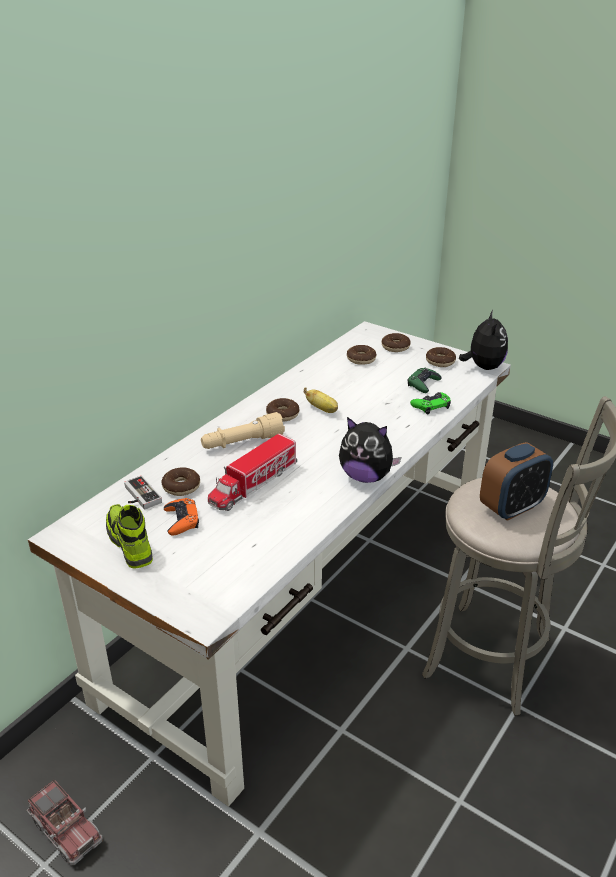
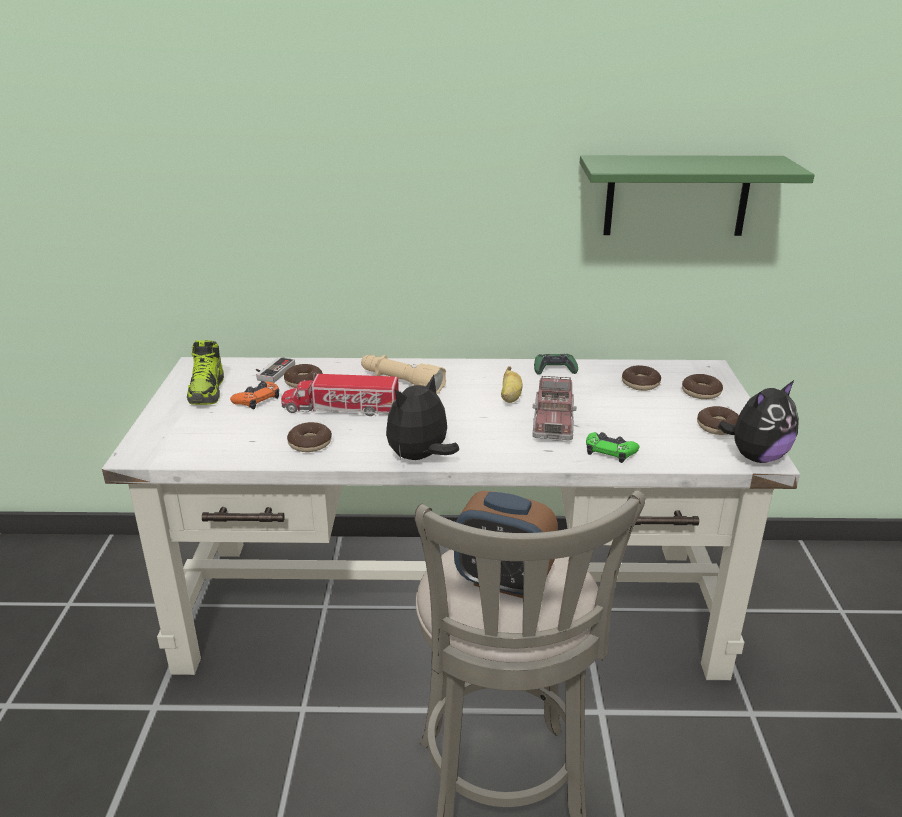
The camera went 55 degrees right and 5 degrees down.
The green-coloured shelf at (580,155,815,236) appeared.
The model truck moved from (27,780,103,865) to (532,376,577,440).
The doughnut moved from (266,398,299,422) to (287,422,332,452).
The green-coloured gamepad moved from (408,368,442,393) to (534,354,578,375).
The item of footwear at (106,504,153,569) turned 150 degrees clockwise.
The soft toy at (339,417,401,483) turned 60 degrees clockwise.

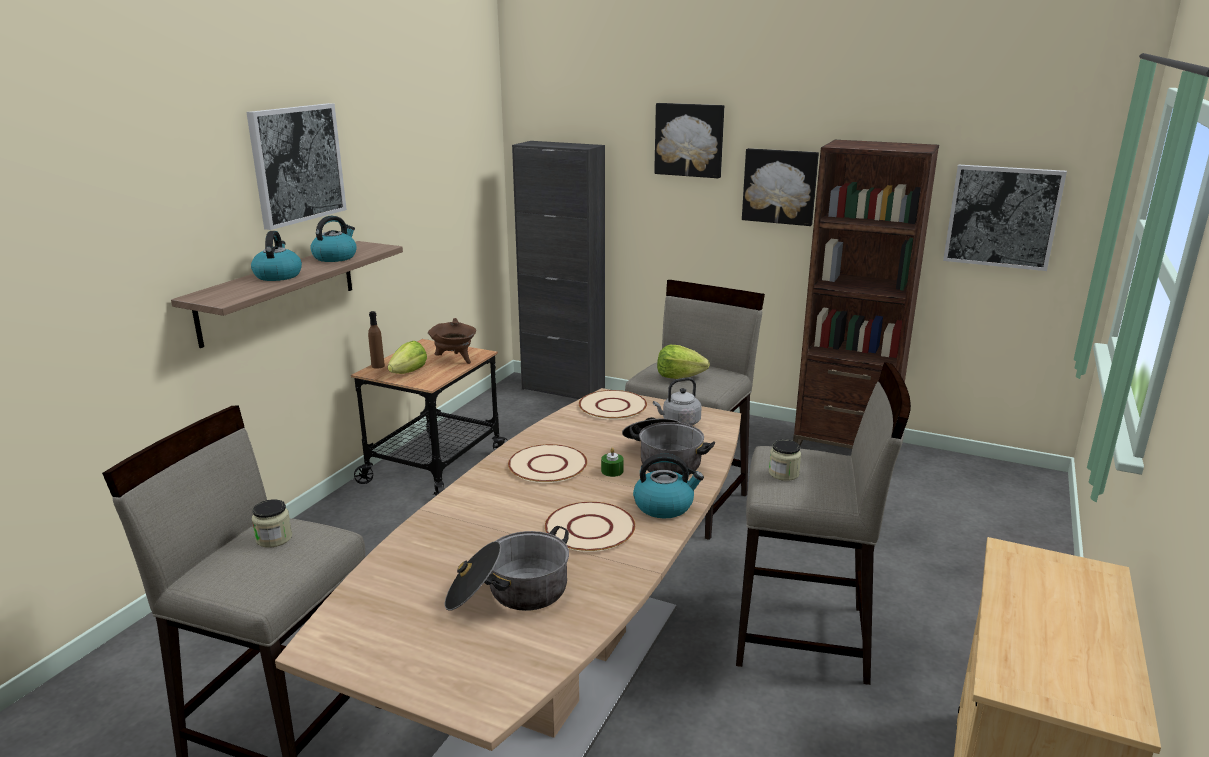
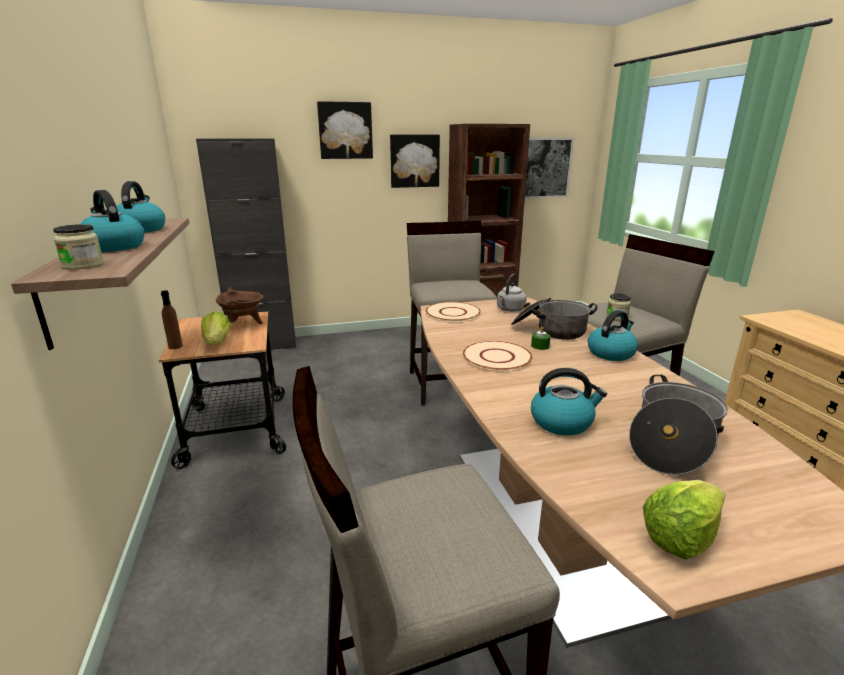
The camera went 40 degrees left and 0 degrees up.
The wall art at (246,103,347,230) disappeared.
The beige plate at (545,502,635,552) disappeared.
The kettle at (531,368,607,436) appeared.
The jar moved from (252,499,292,548) to (53,224,104,270).
The lettuce head moved from (657,345,710,379) to (643,480,725,559).

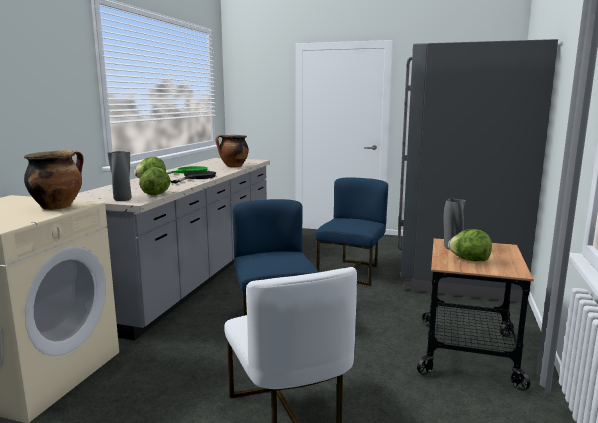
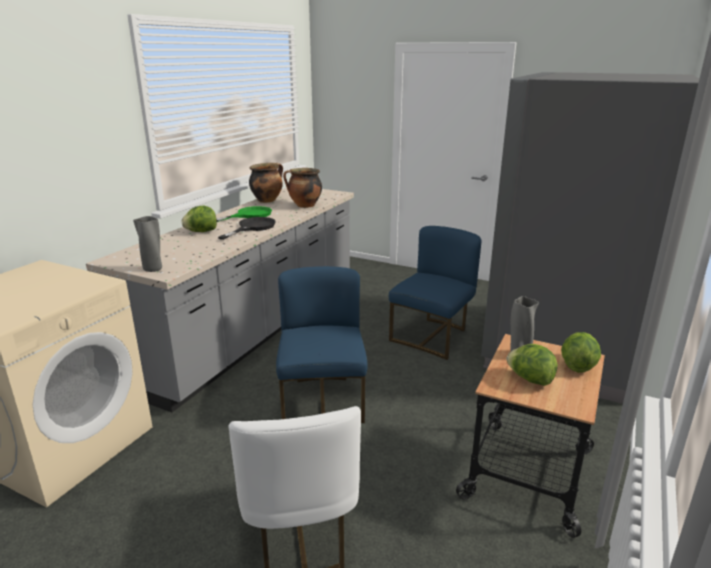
The camera went 10 degrees right and 10 degrees up.
The cooking pot moved from (24,150,84,210) to (249,163,283,203).
The lettuce head moved from (139,167,171,195) to (561,332,601,373).

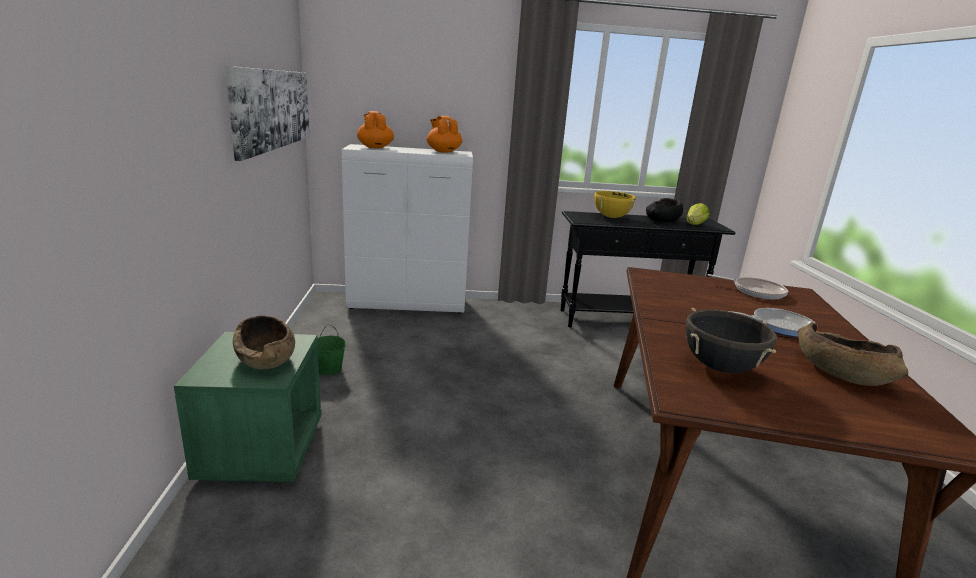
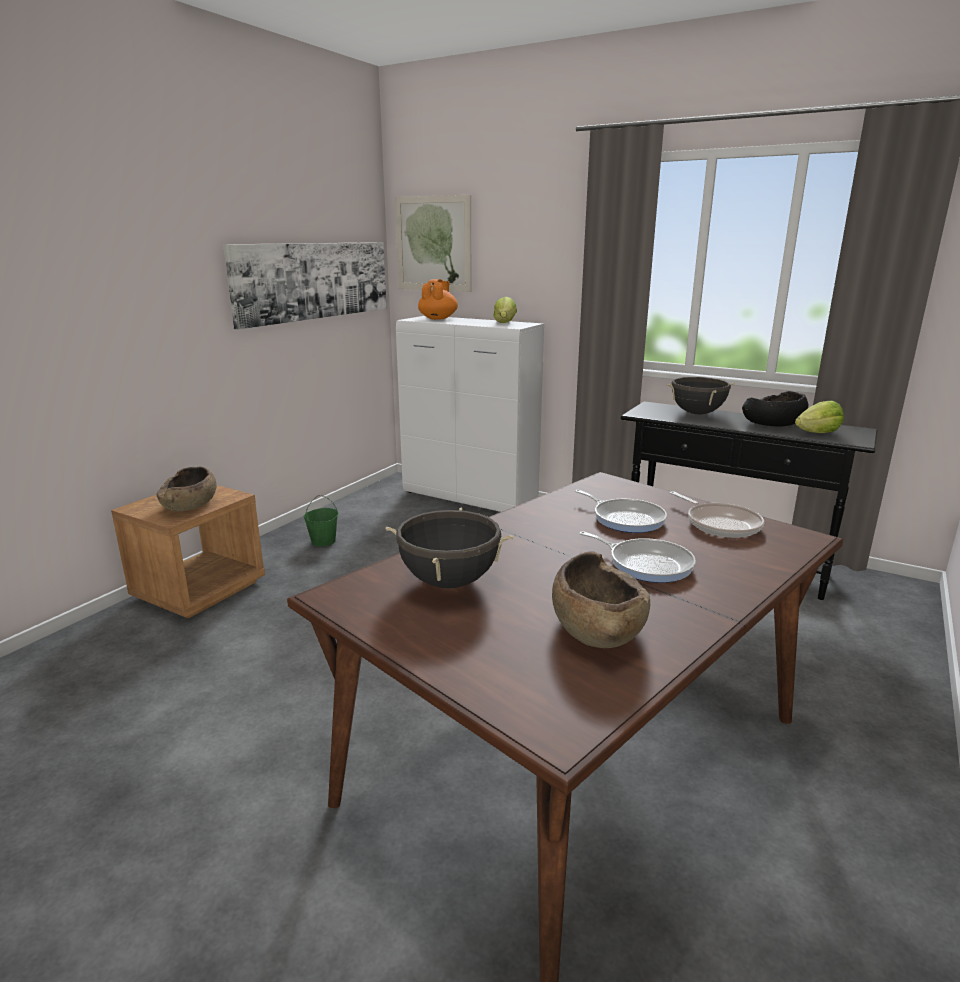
The camera went 35 degrees right and 0 degrees up.
The wall art at (395,195,472,292) appeared.
The pan at (575,490,667,533) appeared.
The orange tea pot at (427,116,462,153) was replaced by the lettuce head at (493,297,517,323).
The green-coloured bedside table at (174,332,322,482) became the brown-coloured bedside table at (111,485,265,619).
The yellow-coloured cooking pot at (594,191,636,218) became the black-coloured cooking pot at (667,377,735,414).

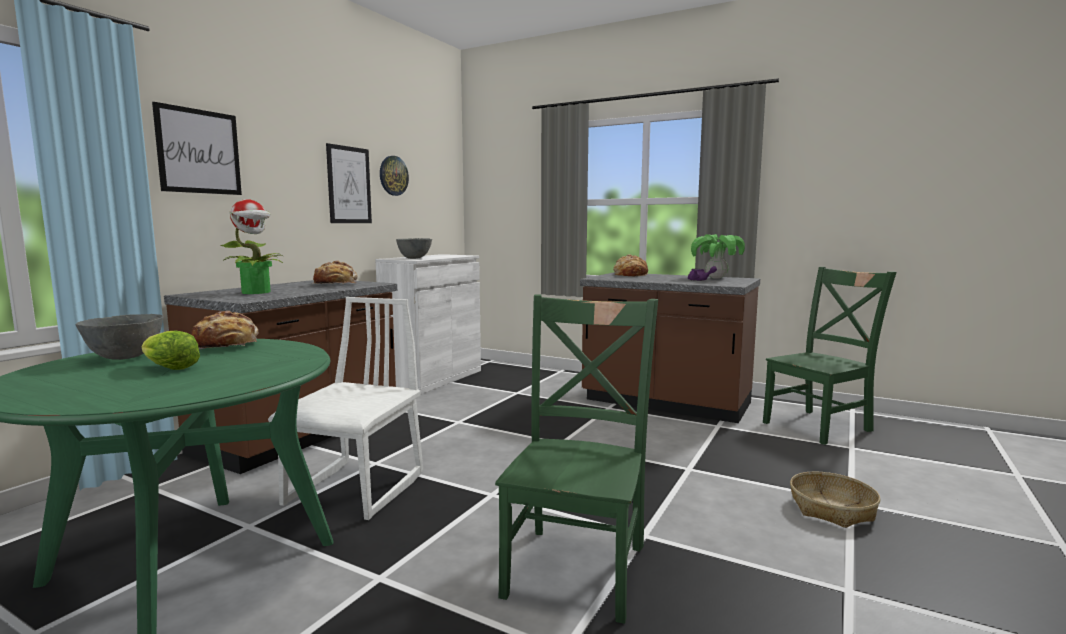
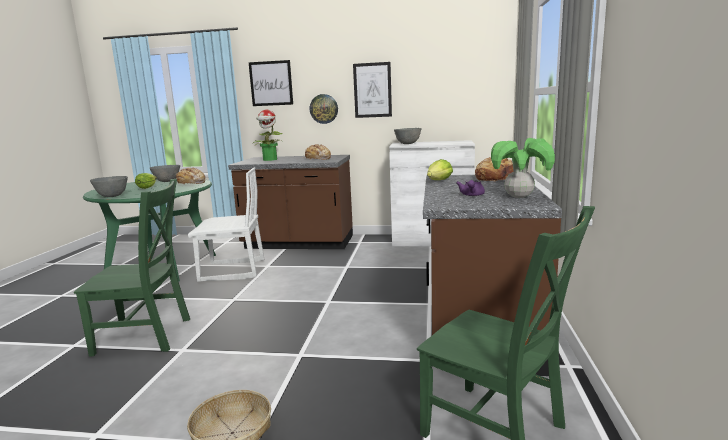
The camera went 70 degrees right and 5 degrees up.
The grey serving bowl at (90,176,128,197) appeared.
The lettuce head at (427,159,453,180) appeared.
The hanging clock moved from (380,156,409,196) to (310,94,338,124).

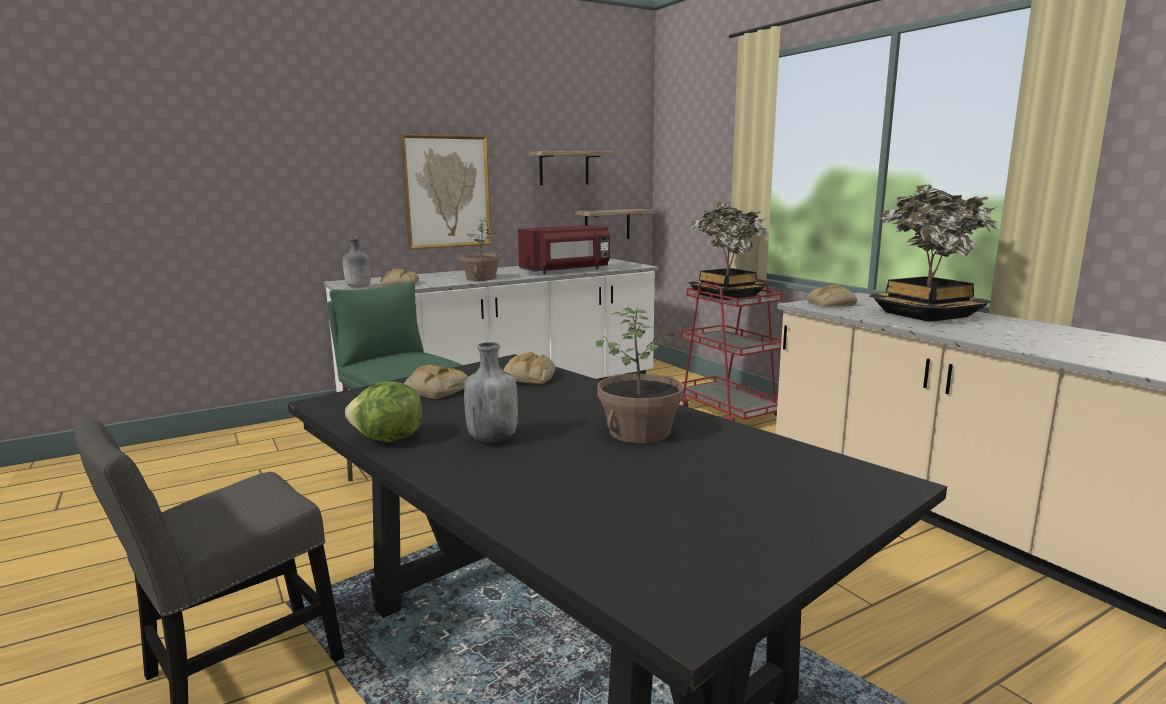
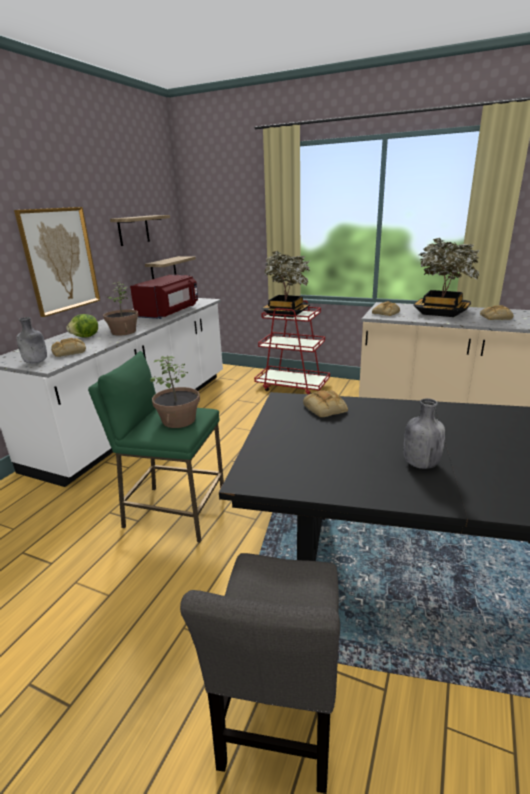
The camera went 35 degrees left and 10 degrees up.
The lettuce head moved from (345,381,423,442) to (66,314,98,337).
The bakery bread moved from (404,365,468,399) to (480,305,514,320).
The plant in a pot moved from (596,307,684,443) to (150,356,200,428).

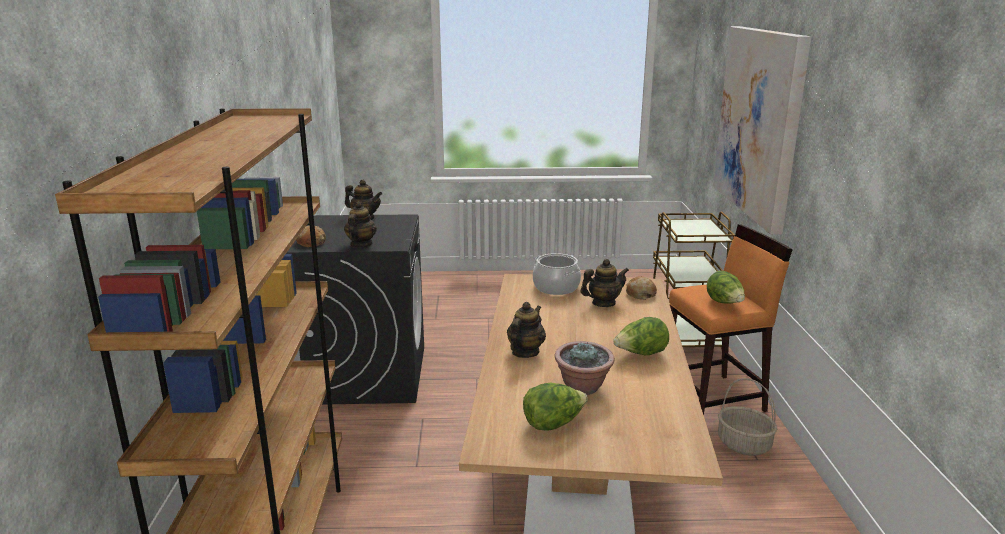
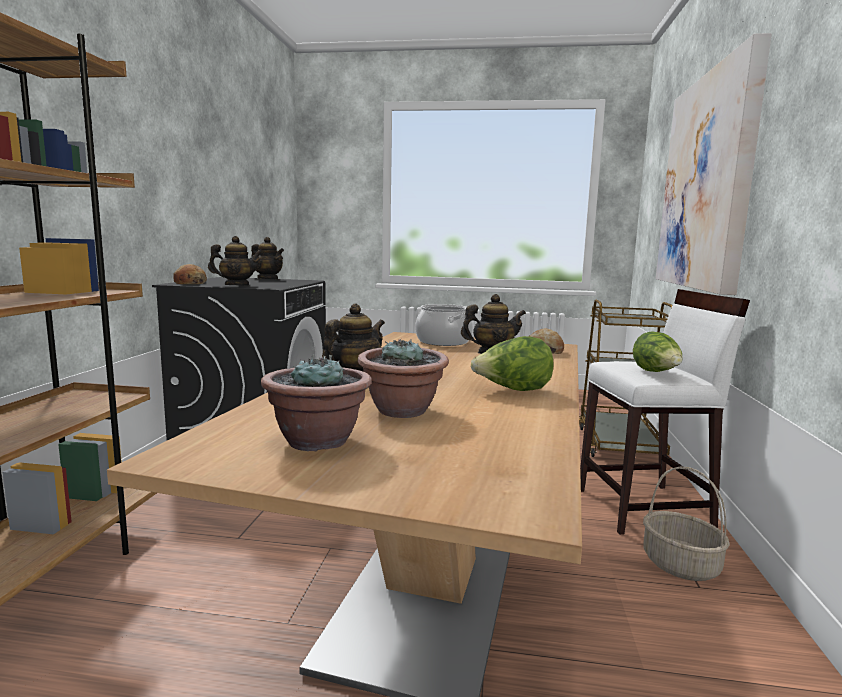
The camera went 10 degrees right and 10 degrees down.
The lettuce head at (523,383,588,430) was replaced by the plant in a pot at (261,354,372,451).
The orange stool at (669,224,793,415) became the white-coloured stool at (580,289,750,535).
The tea pot at (344,201,377,248) turned 60 degrees clockwise.

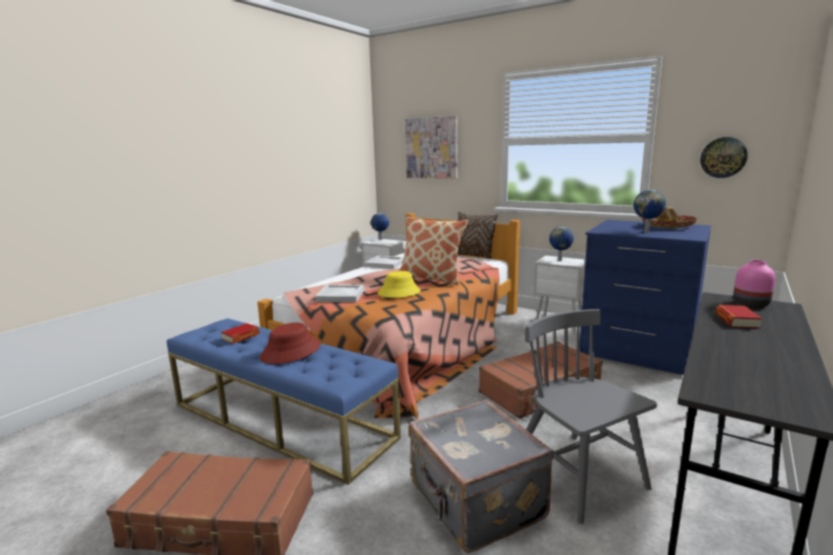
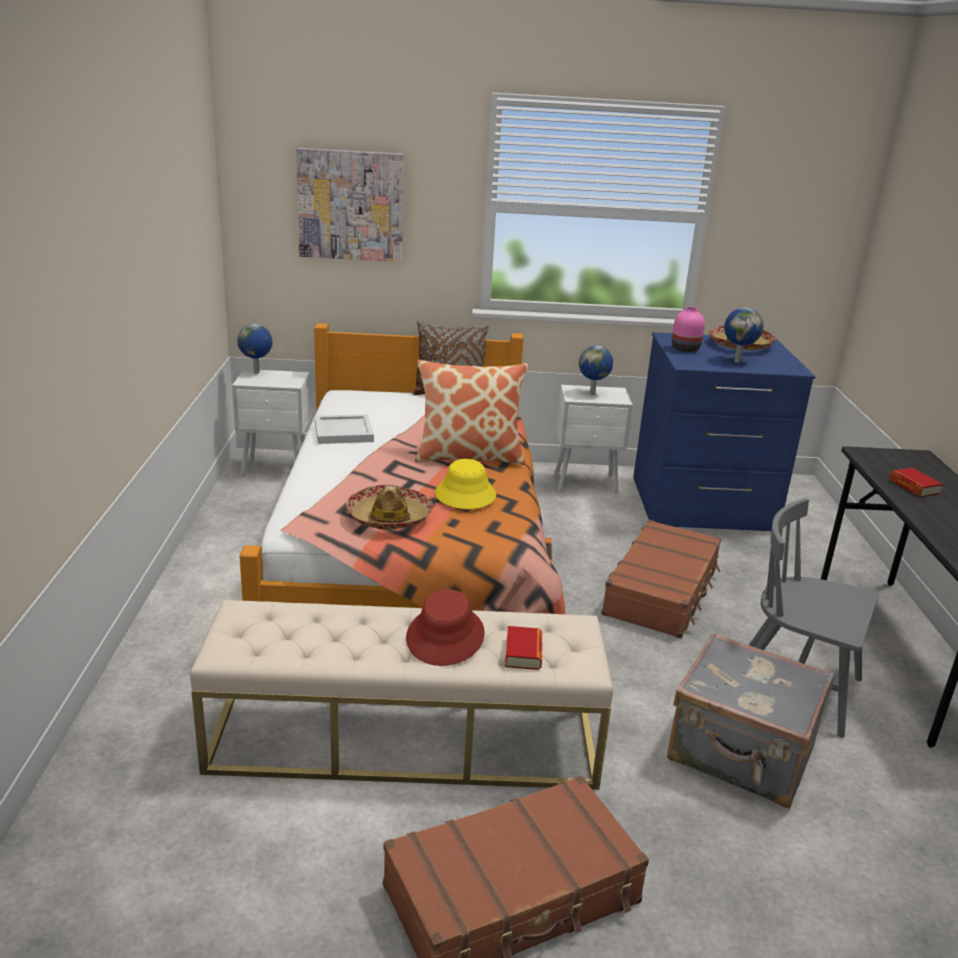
The camera went 35 degrees left and 10 degrees up.
The hanging clock at (700,137,748,178) disappeared.
The volume moved from (221,323,259,344) to (505,626,542,670).
The pinkish vase moved from (733,260,776,308) to (672,307,705,352).
The white-coloured carrying tray at (315,285,364,302) was replaced by the hat at (346,485,433,530).
The blue-coloured long seat at (167,318,401,485) became the beige long seat at (190,600,613,790).

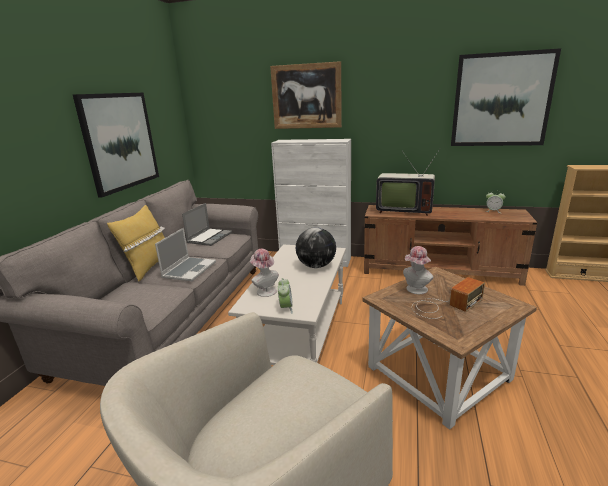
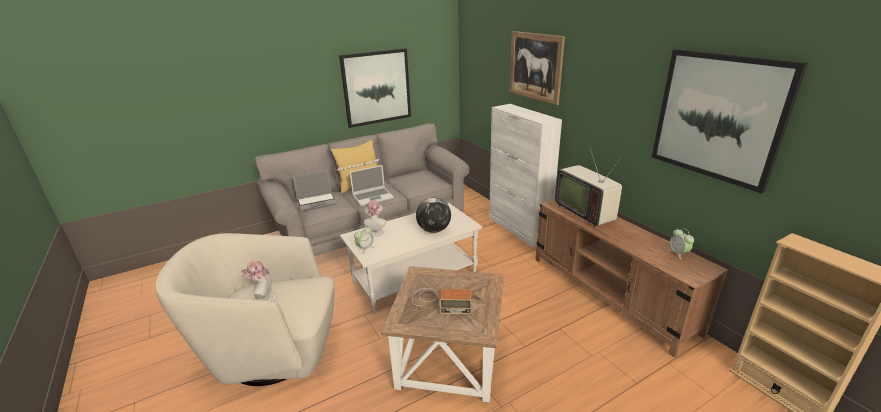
The camera went 45 degrees right and 5 degrees up.
The laptop moved from (182,203,232,246) to (292,169,337,211).
The hat moved from (403,246,433,294) to (241,261,277,301).

